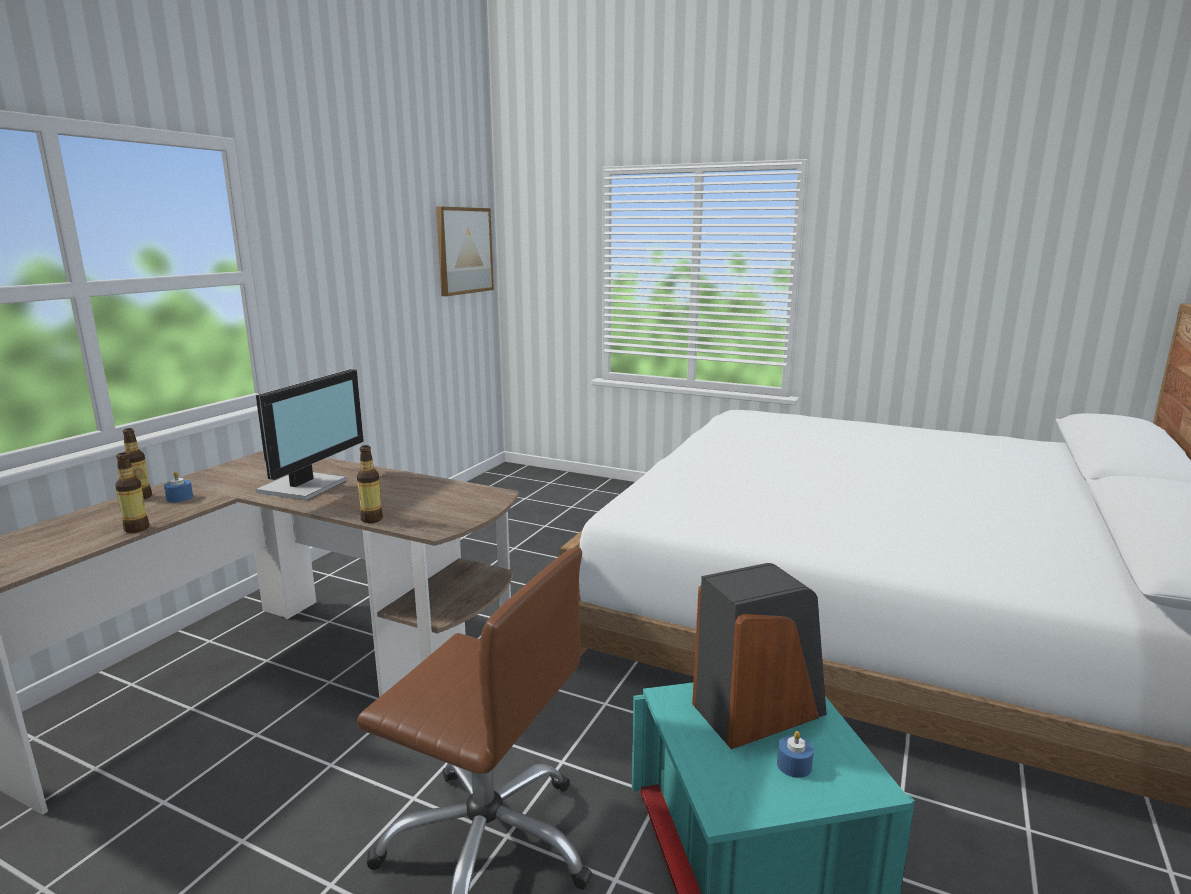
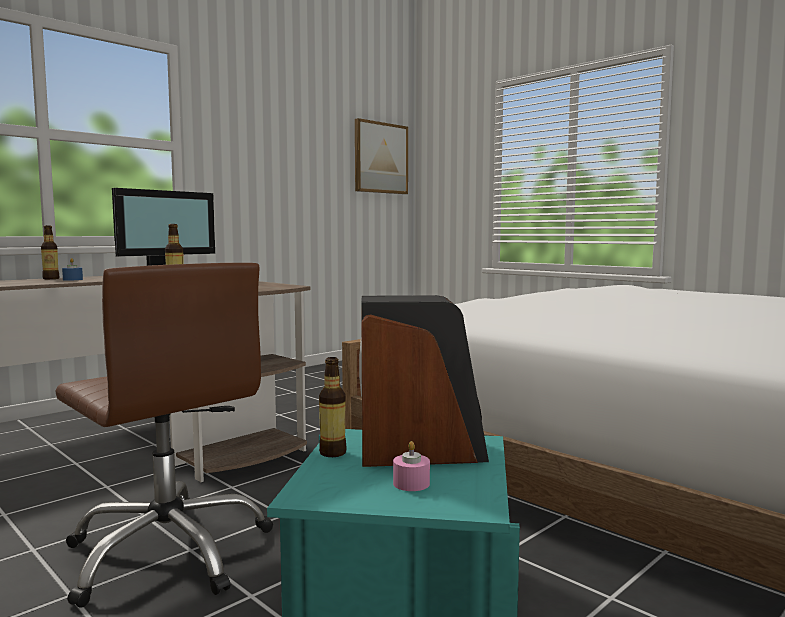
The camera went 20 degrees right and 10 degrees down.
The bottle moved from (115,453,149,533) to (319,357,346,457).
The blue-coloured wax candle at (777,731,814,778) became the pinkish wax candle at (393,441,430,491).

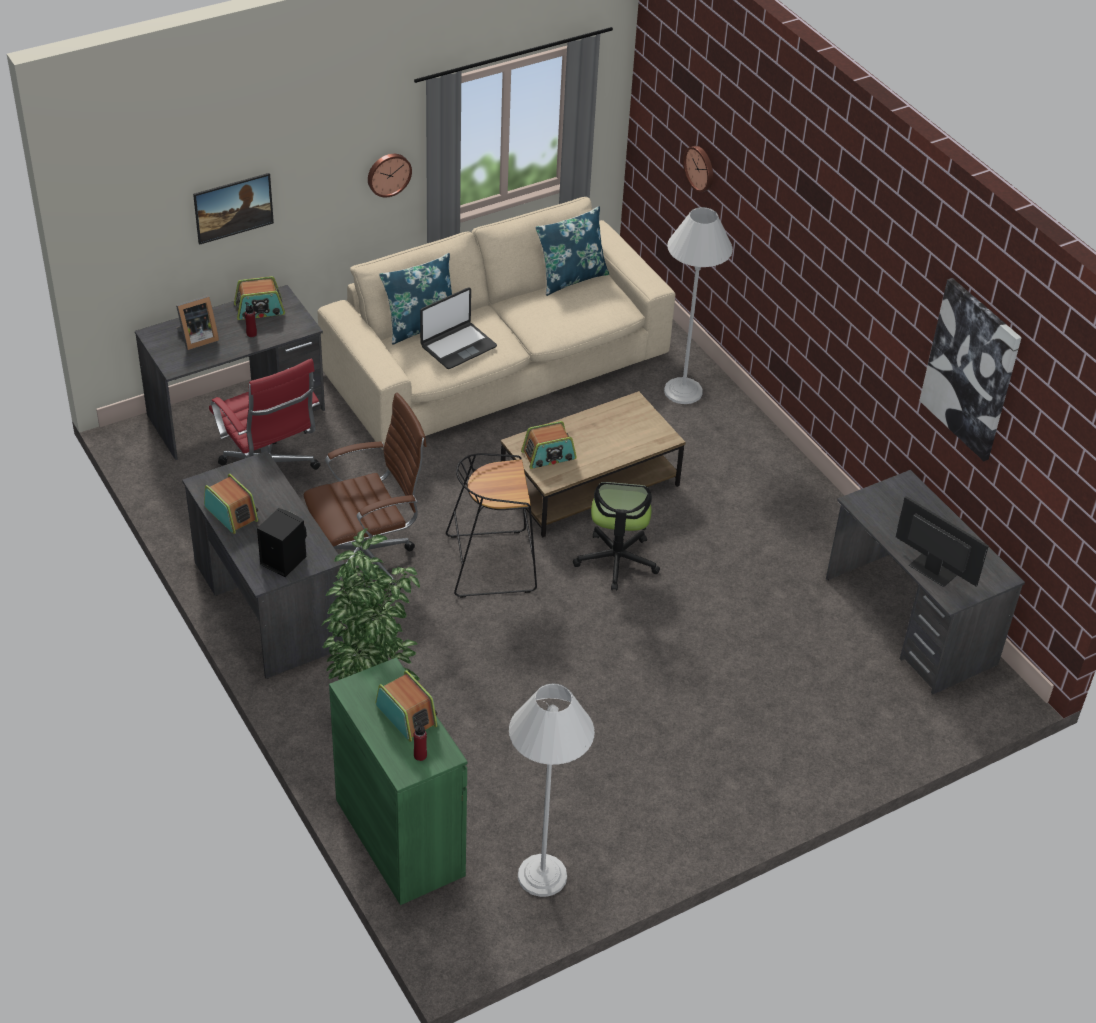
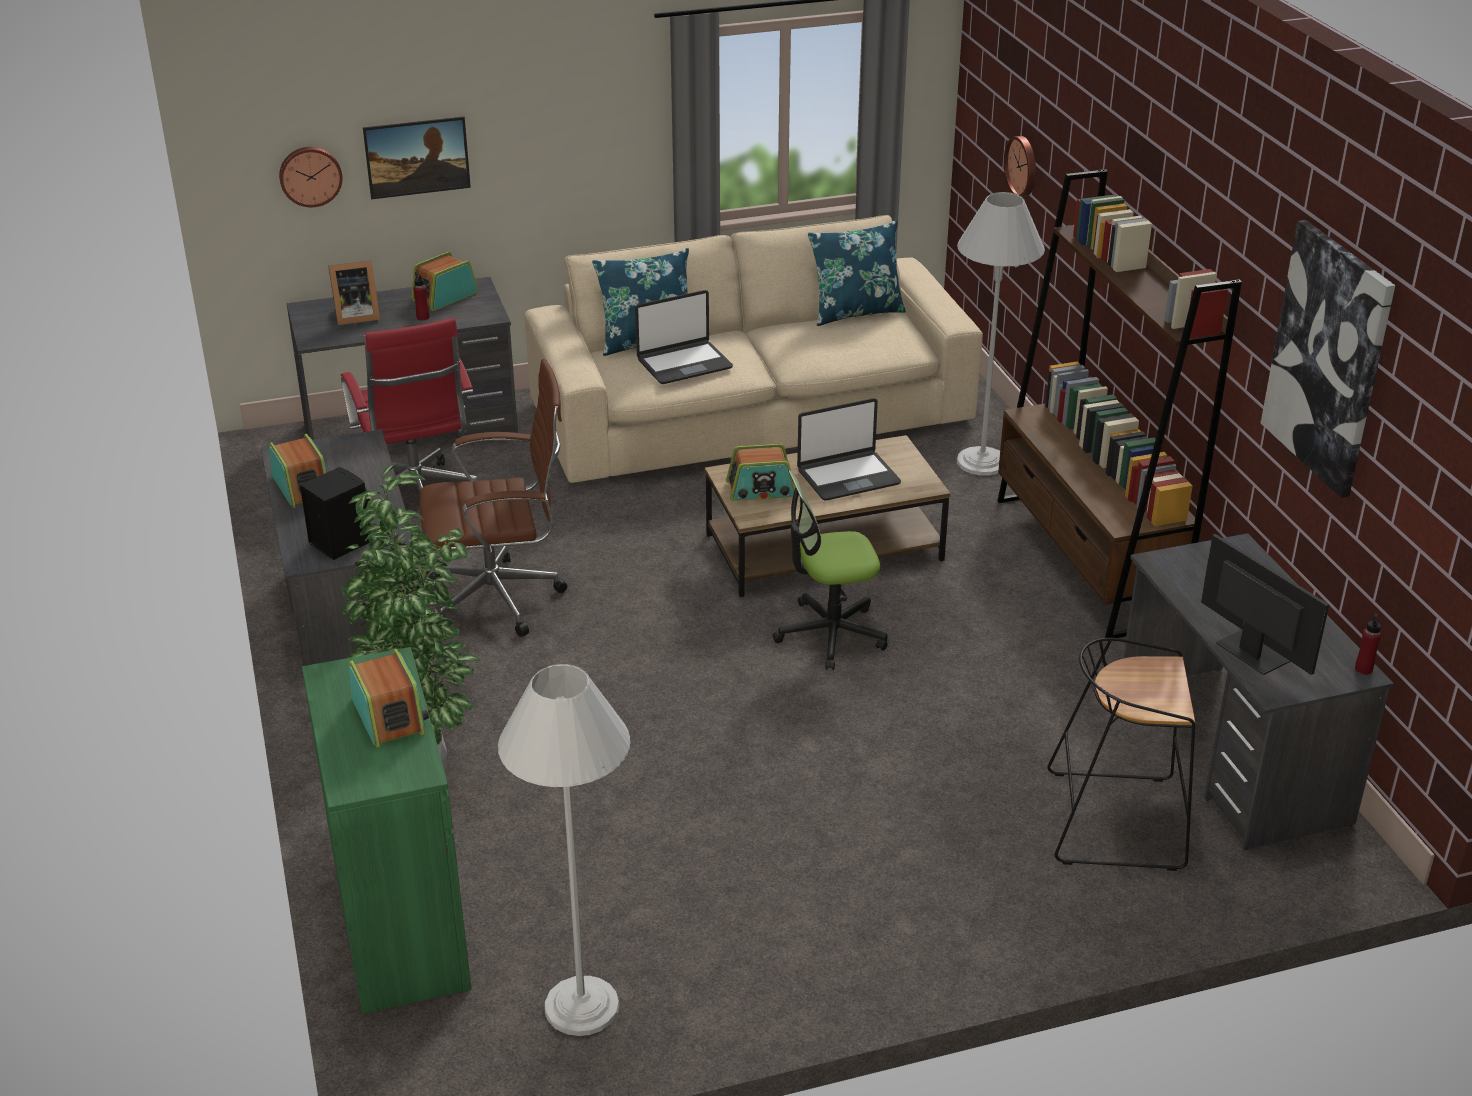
The camera went 15 degrees right and 10 degrees down.
The laptop at (797,398,901,501) appeared.
The brown-coloured bookcase at (997,169,1242,638) appeared.
The hanging clock moved from (368,154,412,197) to (279,147,343,207).
The red bottle moved from (413,720,427,761) to (1355,613,1381,675).
The black-coloured stool moved from (446,453,537,598) to (1047,638,1195,871).
The radio at (234,276,285,320) turned 135 degrees clockwise.
The office chair at (573,482,660,591) turned 60 degrees clockwise.

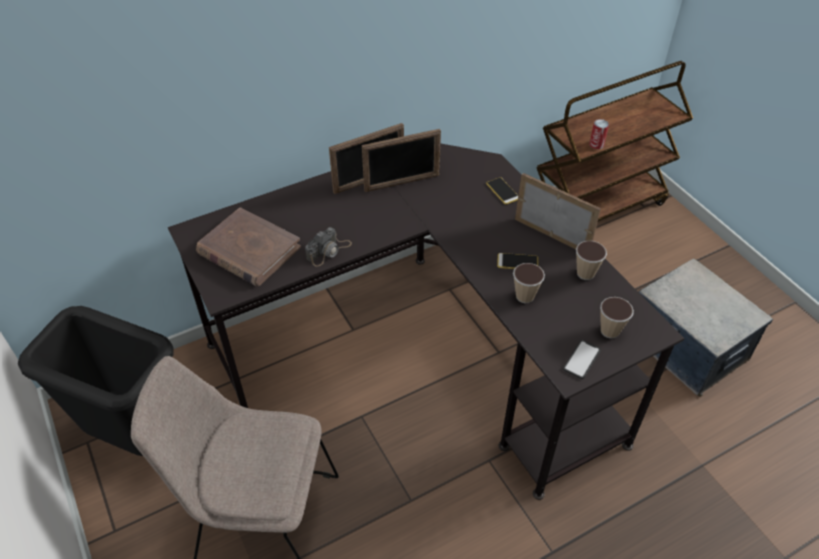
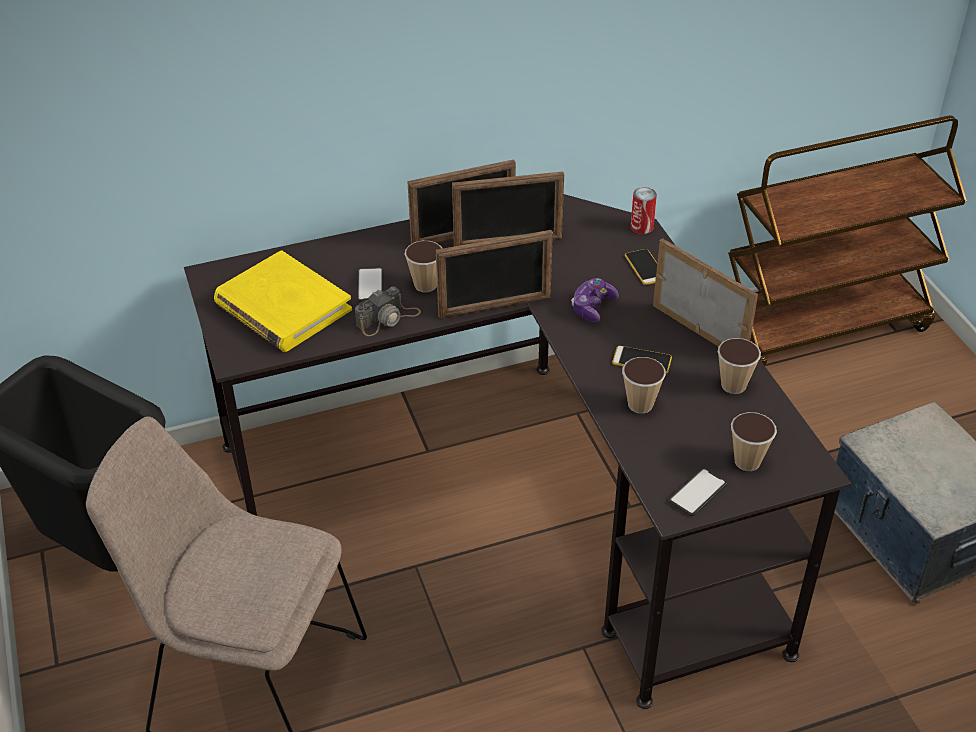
The camera went 10 degrees right and 5 degrees down.
The phone at (357,267,384,302) appeared.
The drinking cup at (405,241,442,292) appeared.
The standing frame at (436,230,553,318) appeared.
The gamepad at (571,278,619,323) appeared.
The metal can moved from (589,119,609,149) to (631,187,657,234).
The brown-coloured volume at (196,207,301,287) became the yellow-coloured volume at (214,250,352,352).

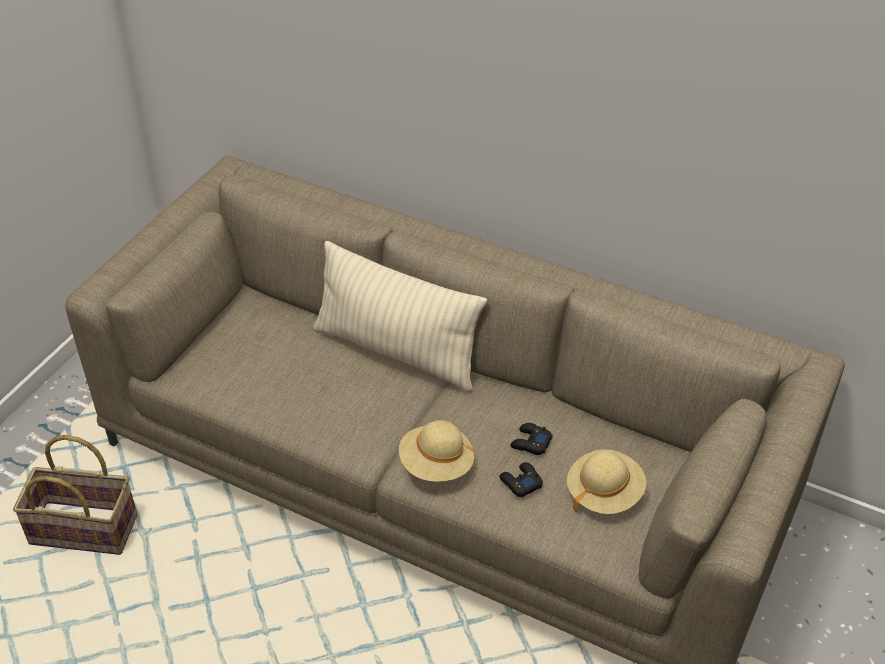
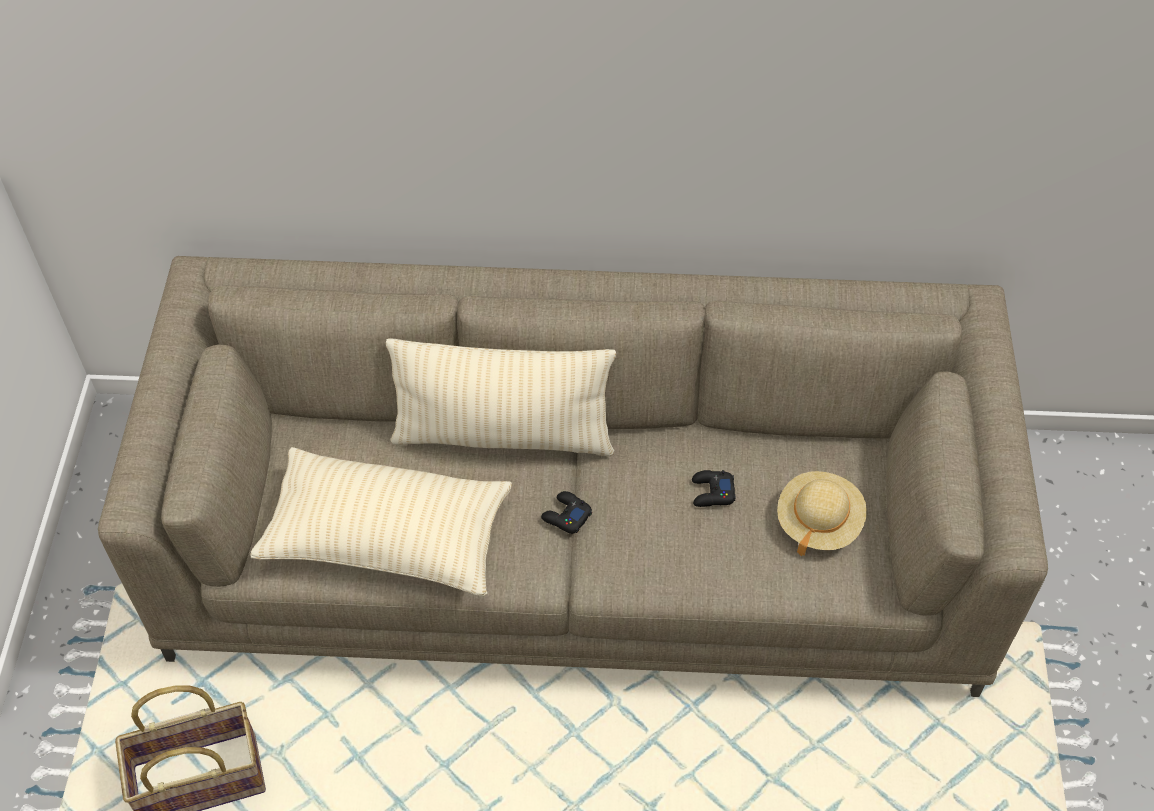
The camera went 25 degrees left and 10 degrees up.
The beige hat at (399,420,474,482) disappeared.
The beige cushion at (250,447,512,596) appeared.
The black-coloured gamepad moved from (499,462,543,497) to (541,491,592,534).

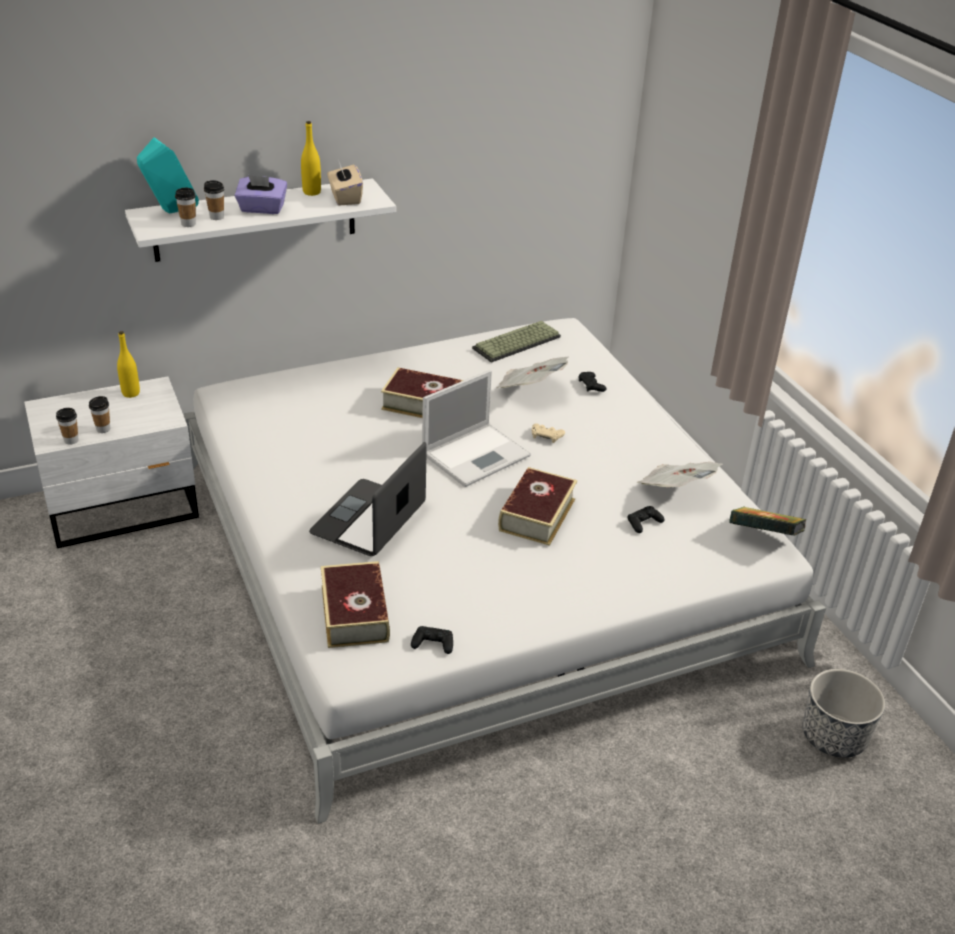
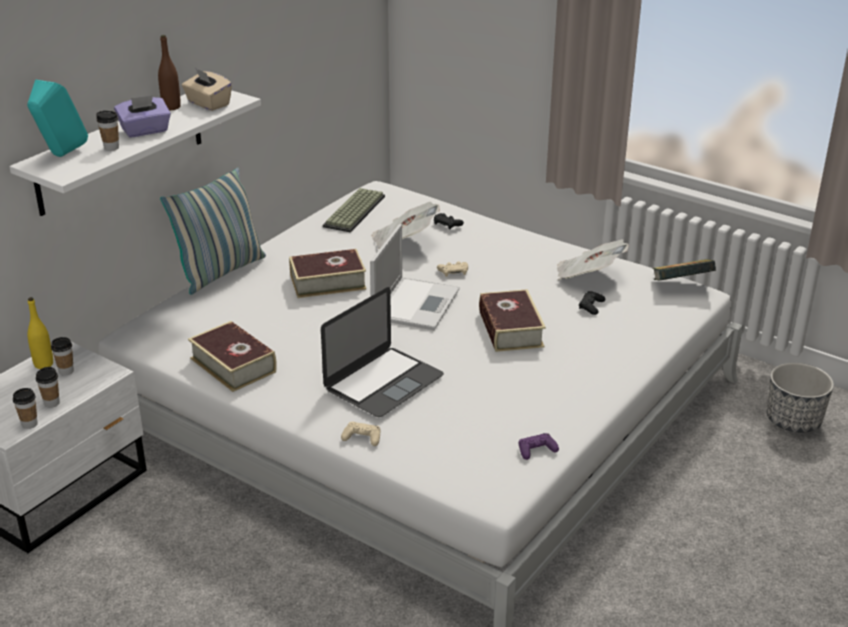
The camera went 30 degrees left and 5 degrees down.
The cushion at (160,167,266,295) appeared.
The beige gamepad at (341,422,380,446) appeared.
The drinking cup moved from (175,188,196,227) to (51,337,74,376).
The volume moved from (321,561,390,648) to (188,321,277,392).
The yellow-coloured bottle at (301,121,321,196) became the brown-coloured bottle at (158,35,181,110).
The black-coloured gamepad at (411,626,453,654) became the purple gamepad at (518,433,559,460).
The laptop at (309,442,427,556) turned 135 degrees counterclockwise.

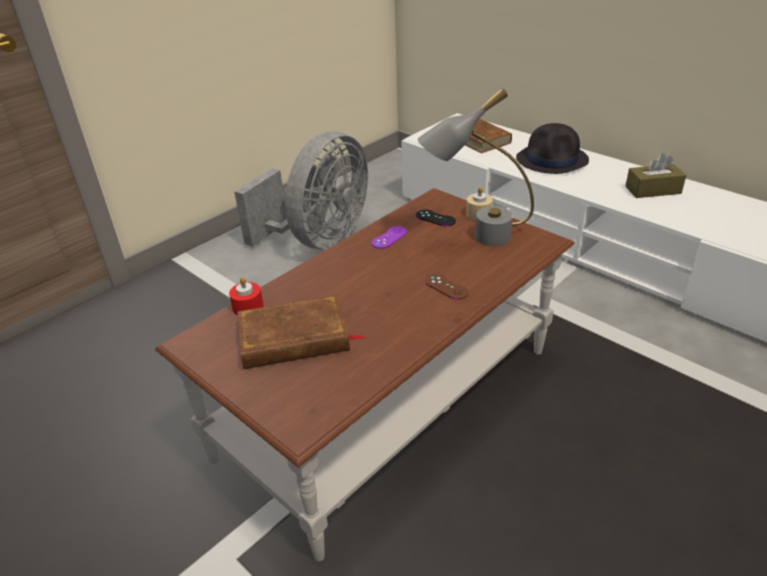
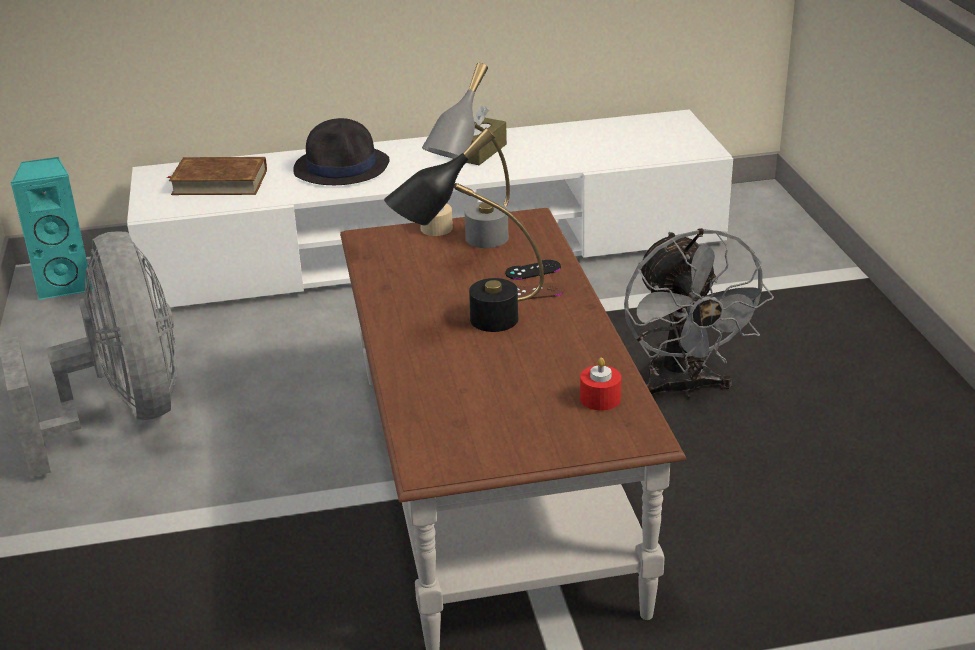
The camera went 55 degrees left and 5 degrees down.
The brown-coloured volume at (237,295,366,369) disappeared.
The purple gamepad at (371,226,407,249) disappeared.
The blue-green speaker at (10,157,93,300) appeared.
The black-coloured lamp for a table at (384,128,544,332) appeared.
The grey fan at (624,228,774,399) appeared.
The red wax candle moved from (229,277,264,315) to (580,357,621,411).
The black-coloured gamepad moved from (416,210,456,226) to (505,260,561,280).

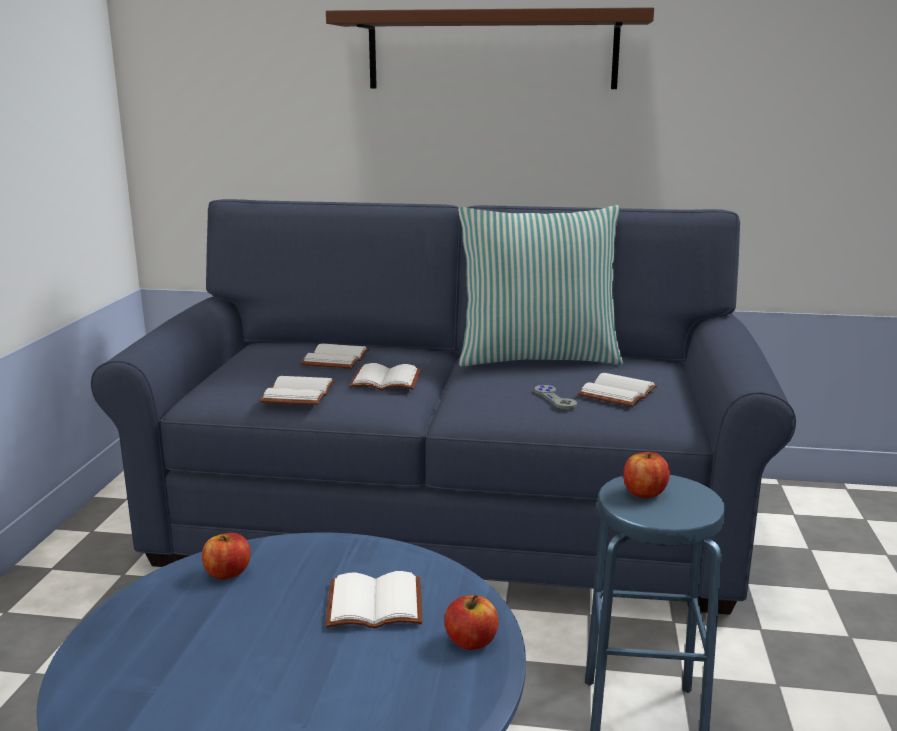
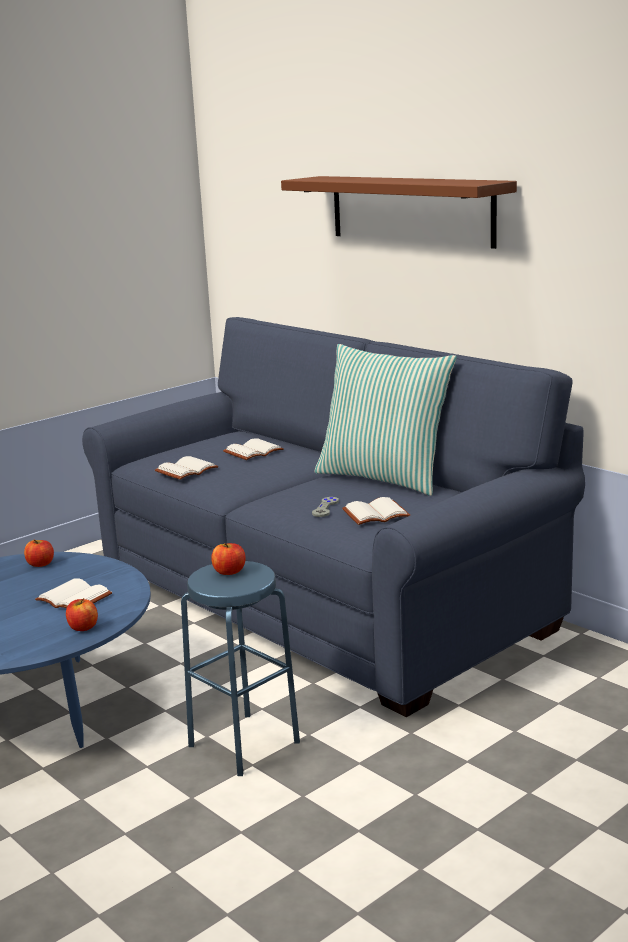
The camera went 40 degrees right and 0 degrees up.
The white-coloured volume at (349,363,421,390) disappeared.

